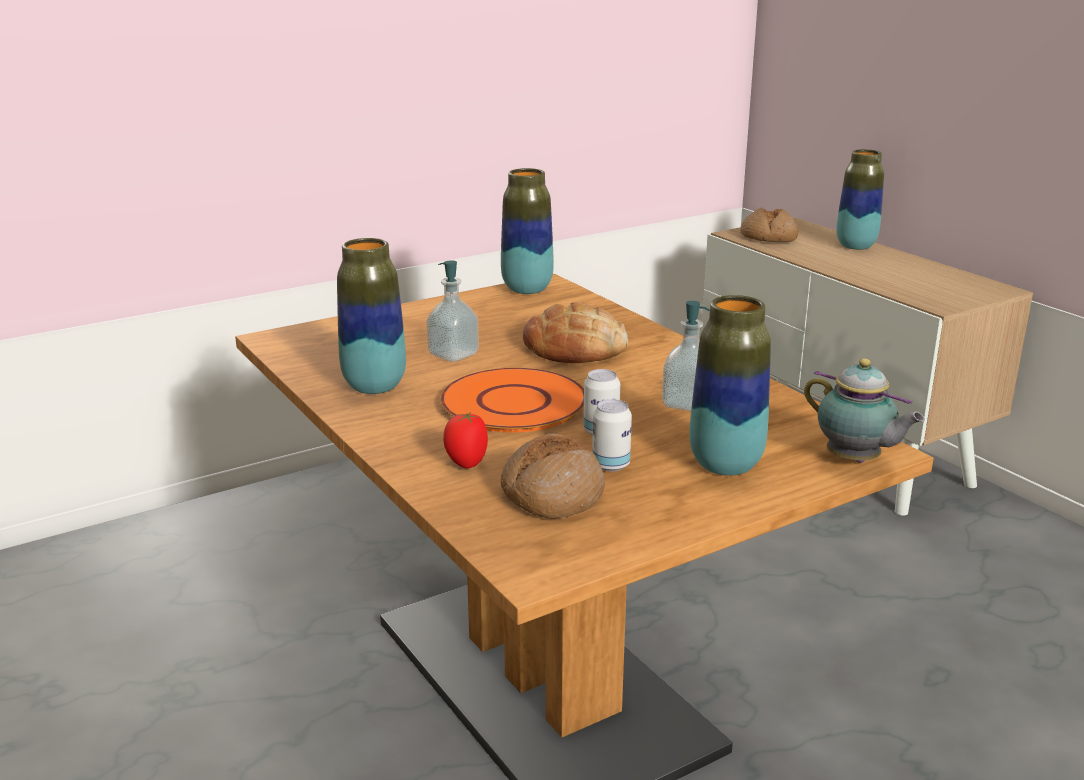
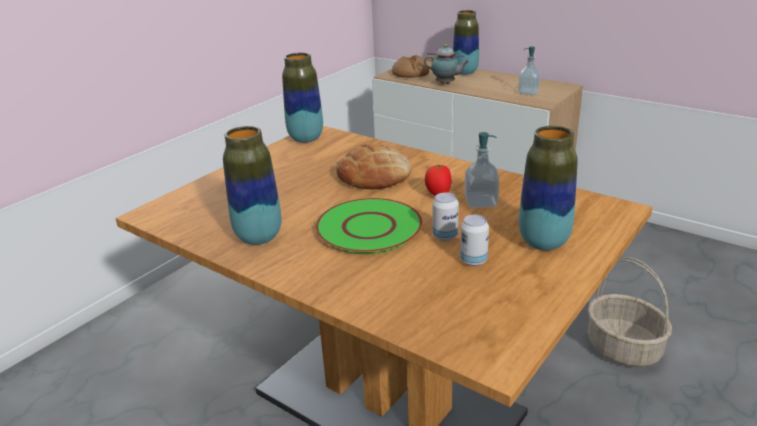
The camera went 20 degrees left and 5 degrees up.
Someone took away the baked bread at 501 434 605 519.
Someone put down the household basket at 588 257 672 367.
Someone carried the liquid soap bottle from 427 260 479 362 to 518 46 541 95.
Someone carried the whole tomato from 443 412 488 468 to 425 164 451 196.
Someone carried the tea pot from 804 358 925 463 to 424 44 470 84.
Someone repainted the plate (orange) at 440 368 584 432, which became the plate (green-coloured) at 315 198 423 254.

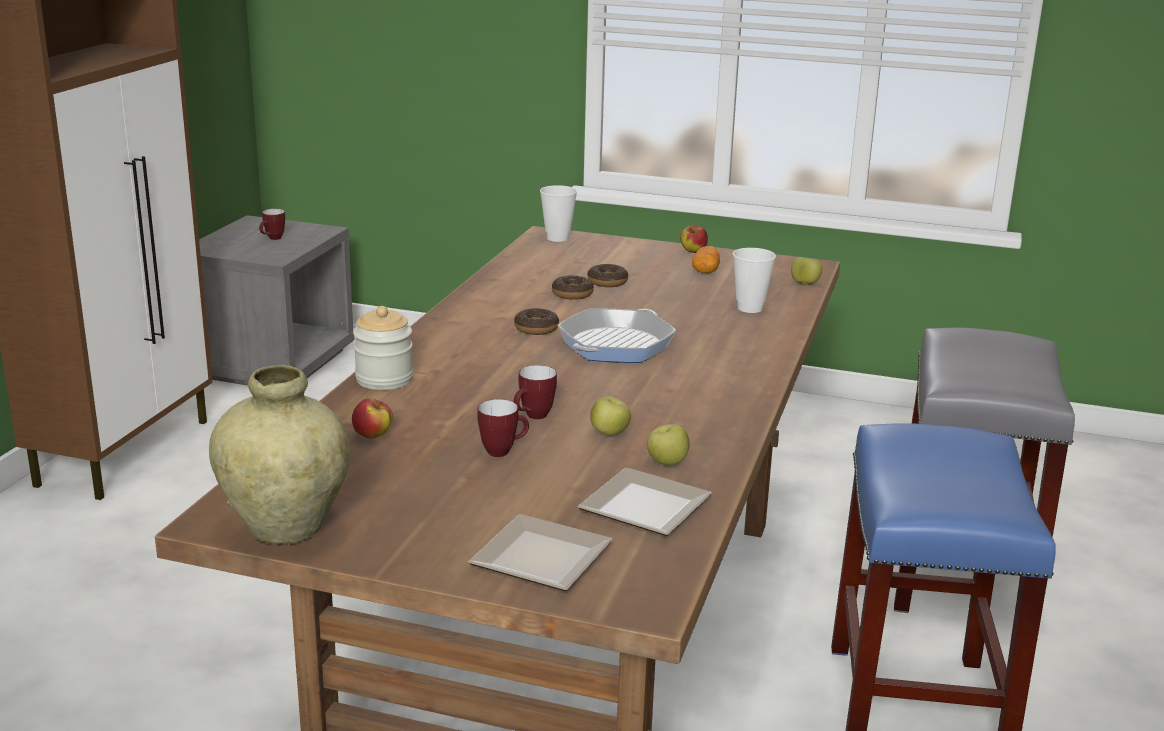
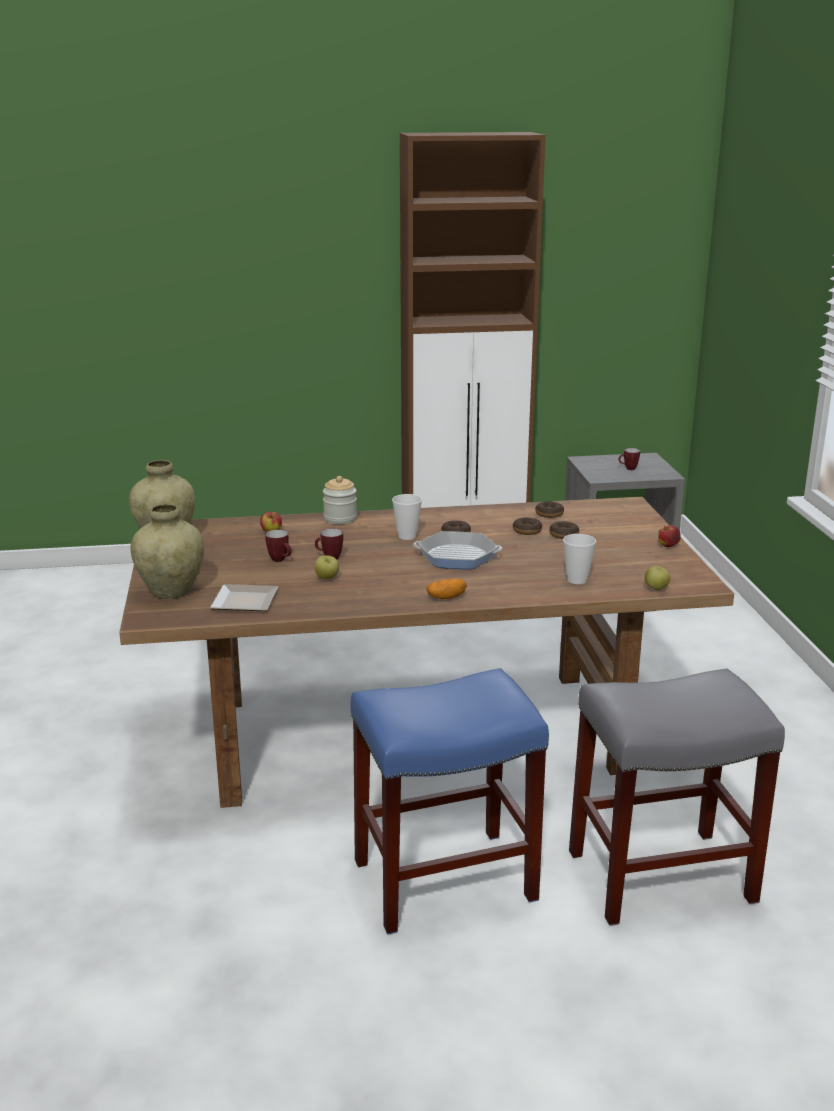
The camera went 65 degrees right and 0 degrees up.
Someone took away the whole apple at 647 424 689 465.
Someone put down the donut at 535 501 564 518.
Someone carried the cup from 540 185 577 242 to 392 494 422 540.
Someone carried the whole potato from 692 246 720 274 to 427 578 467 599.
Someone swapped the plate at 468 514 613 591 for the flower vase (beige) at 130 504 204 599.

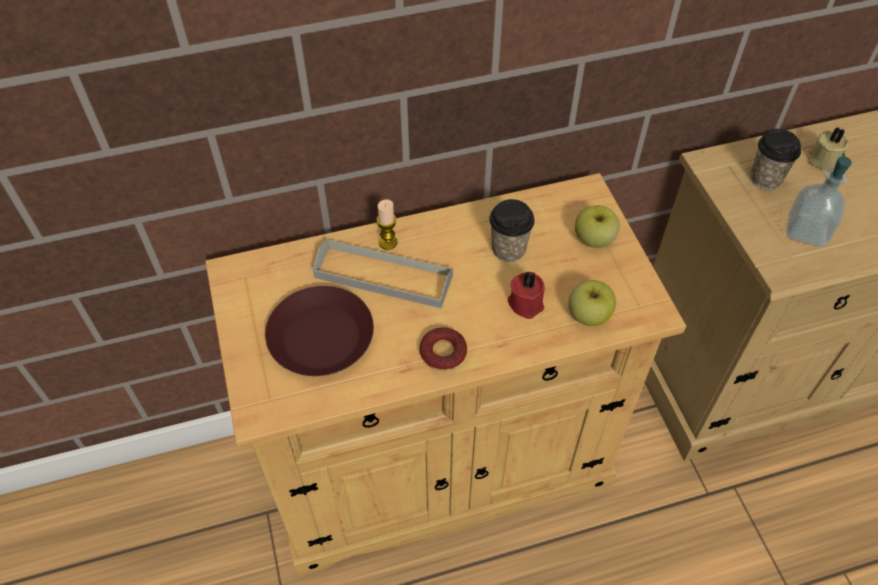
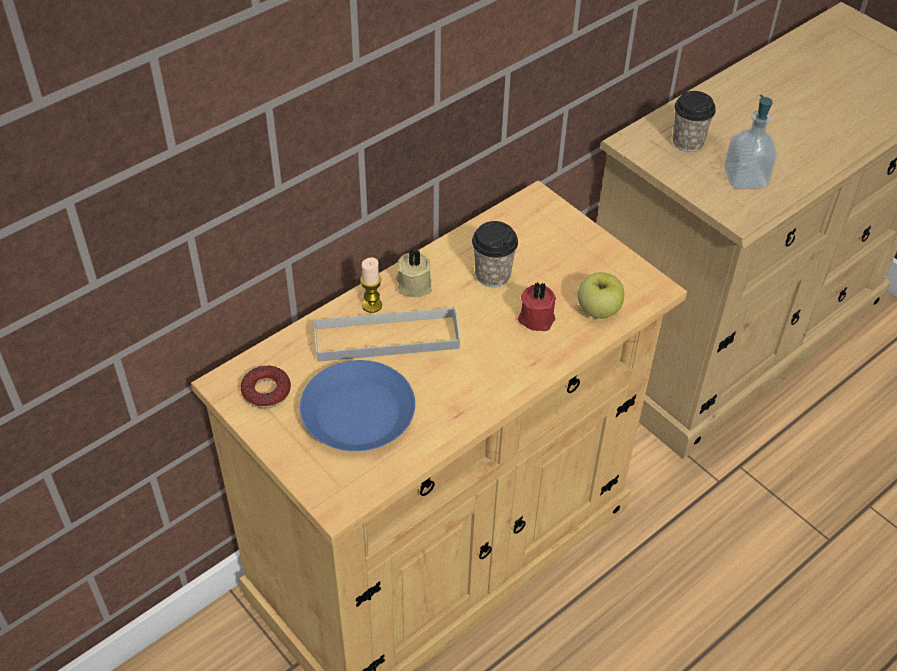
The camera went 25 degrees left and 5 degrees down.
Someone took away the whole apple at 575 205 620 248.
Someone carried the donut from 419 327 467 371 to 241 365 291 408.
Someone carried the candle (beige) from 809 127 849 171 to 396 249 432 297.
Someone repainted the plate (brown-coloured) at 265 286 374 376, which became the plate (bluish) at 300 360 415 451.

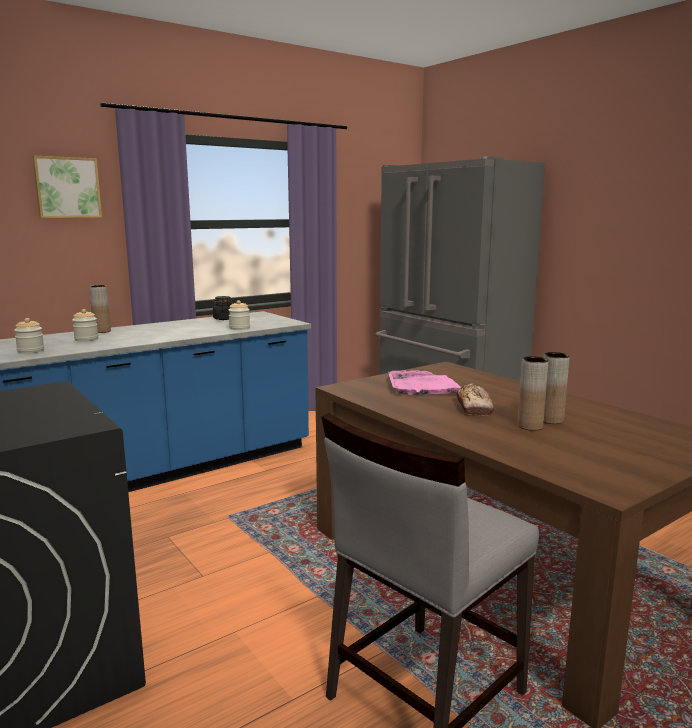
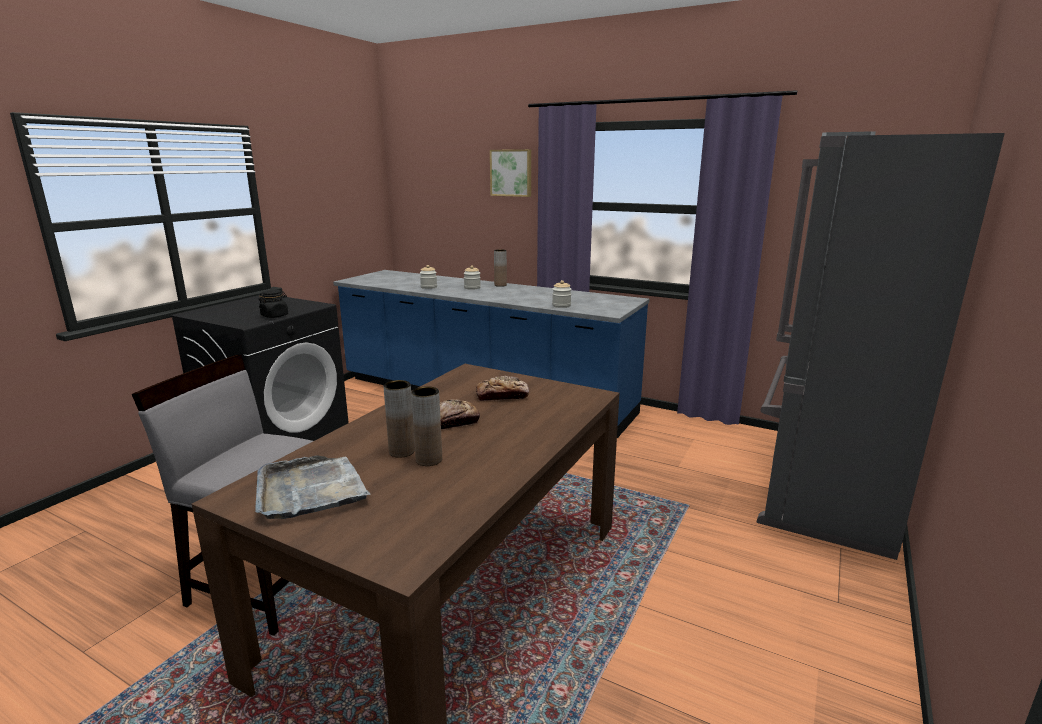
The camera went 65 degrees right and 5 degrees up.
Someone put down the tray (greyish) at 255 456 371 519.
Someone carried the jar (blackish) from 213 296 232 320 to 259 290 288 318.
Someone swapped the tray (pinkish) at 388 370 461 395 for the baked bread at 476 376 529 401.

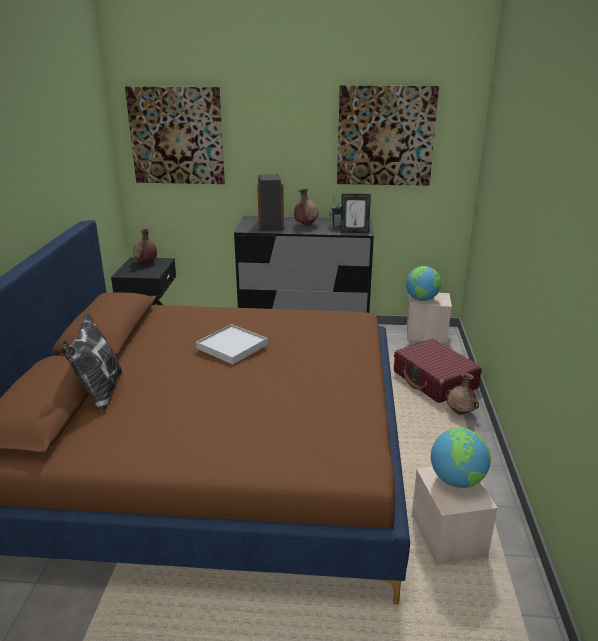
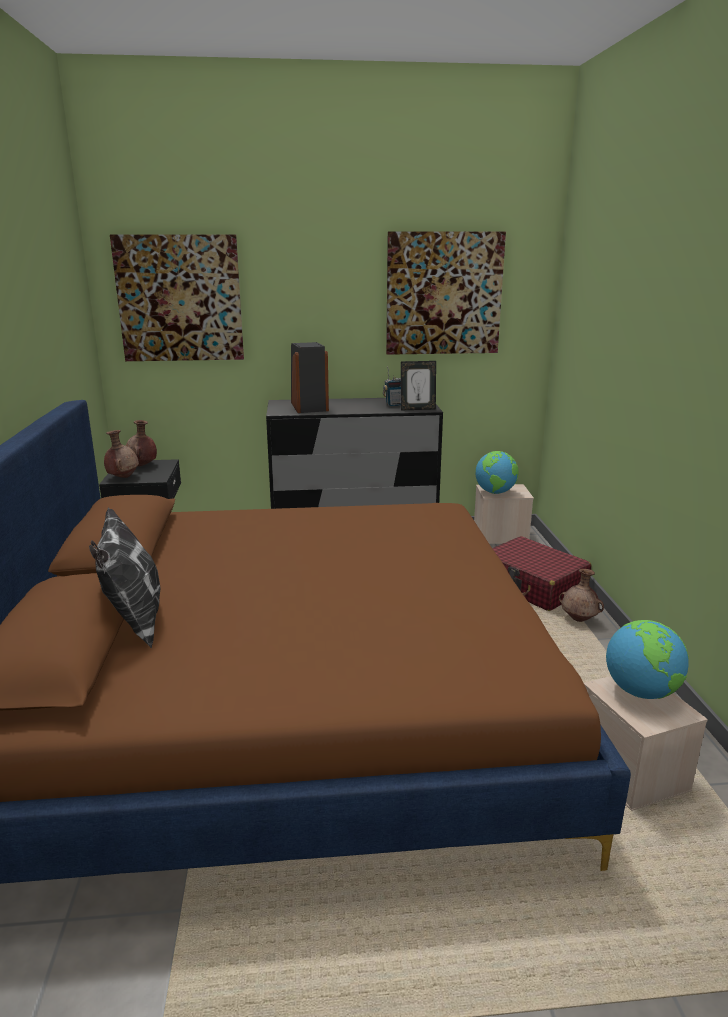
The camera went 10 degrees left and 5 degrees down.
Someone took away the tray (whitish) at 196 324 268 364.
Someone carried the flower vase (brown-coloured) from 294 188 319 225 to 104 430 139 478.

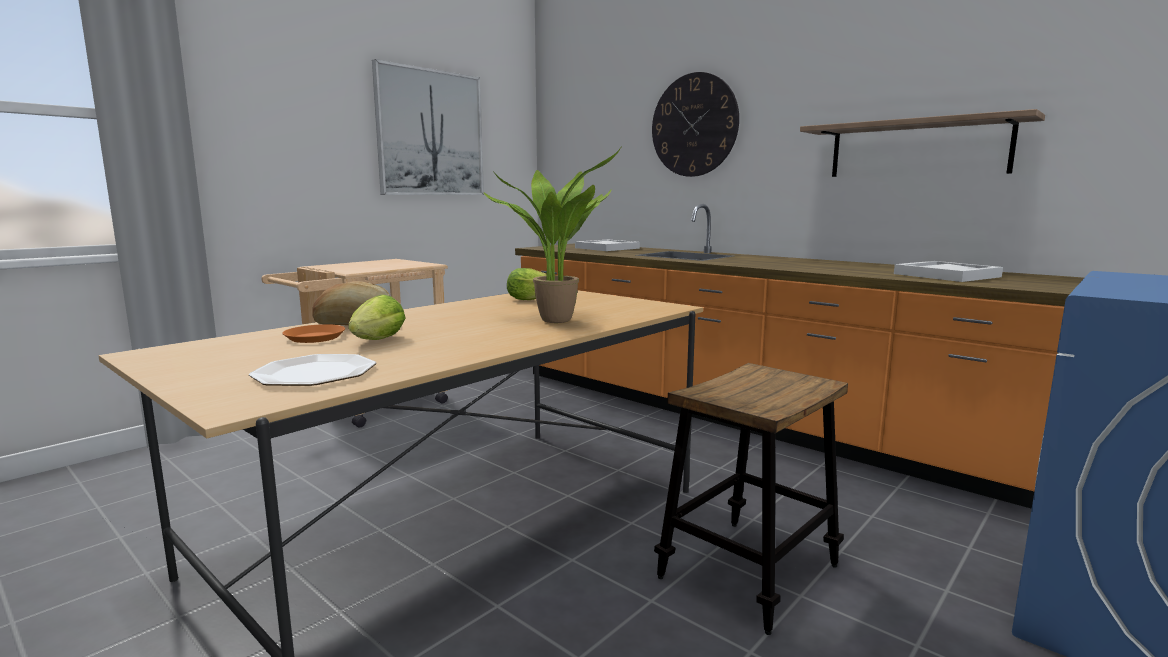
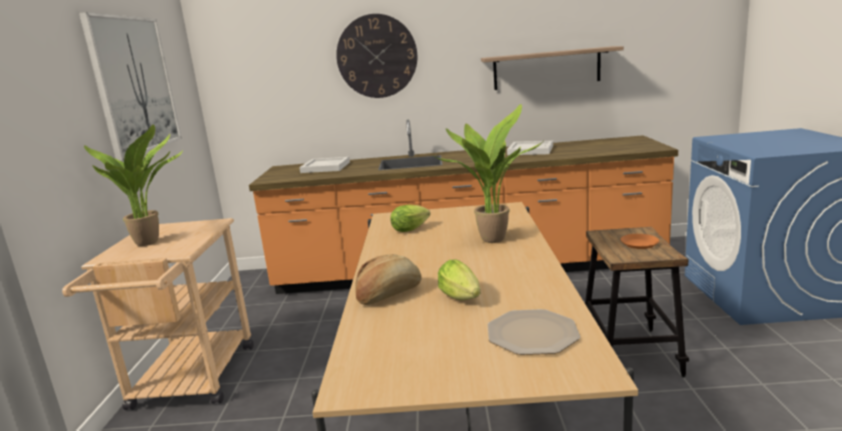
The camera went 40 degrees left and 5 degrees up.
Someone put down the plant in a pot at 84 125 183 246.
Someone carried the plate (orange) from 282 324 345 343 to 620 234 659 249.
Someone carried the tray (whitish) from 894 261 1003 282 to 507 141 553 155.

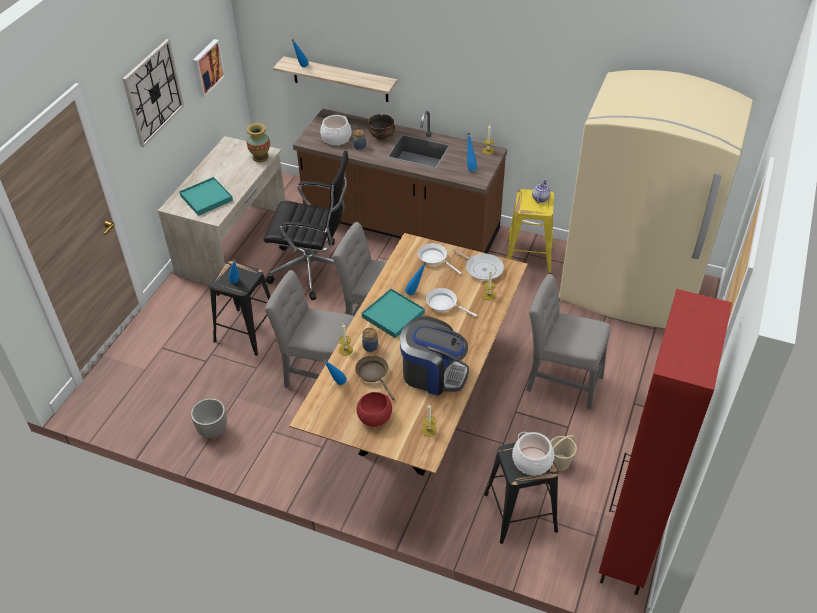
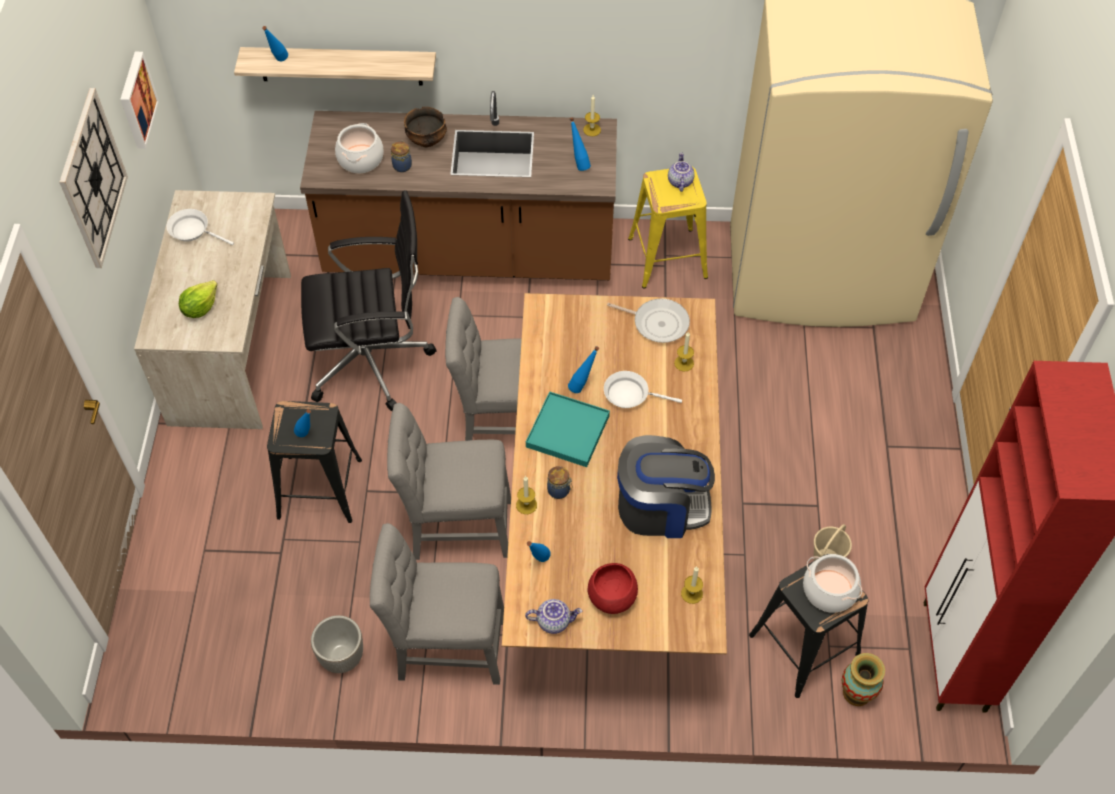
The camera went 20 degrees left and 10 degrees up.
Someone took away the skillet (brown-coloured) at 355 355 395 400.
Someone put down the tea pot at 525 599 582 634.
Someone carried the flower vase from 246 123 270 162 to 841 653 885 706.
Someone carried the skillet (whitish) from 418 243 461 274 to 166 209 234 245.
Someone carried the upright chair (greyish) from 526 274 611 410 to 370 523 504 685.
Someone swapped the tray (turquoise-coloured) at 179 177 233 216 for the lettuce head at 179 280 218 318.

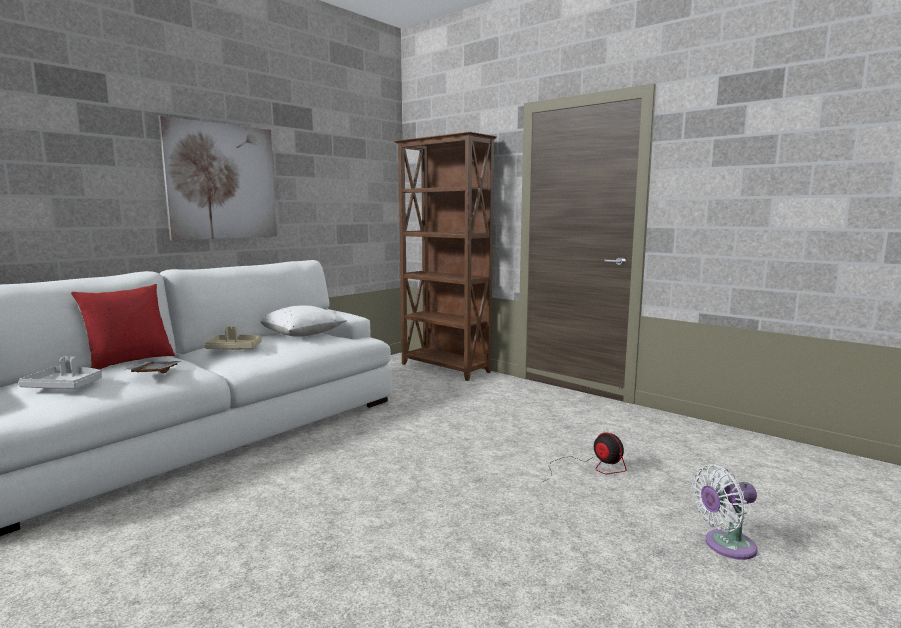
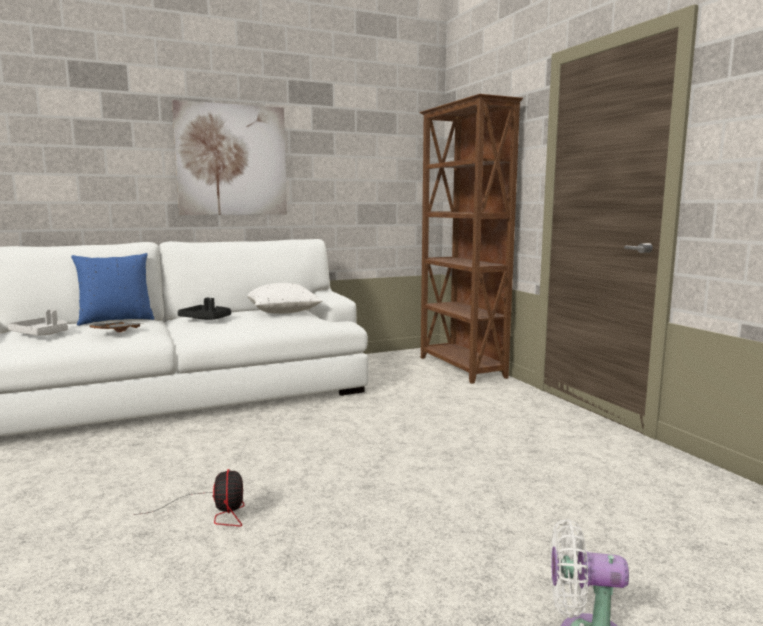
The camera went 25 degrees right and 0 degrees up.
Someone carried the cooling fan from 543 433 626 482 to 133 469 244 527.
Someone repainted the throw pillow (red-coloured) at 71 284 175 369, which became the throw pillow (bluish) at 71 253 154 326.
Someone repainted the tray (beige) at 205 327 262 350, which became the tray (blackish) at 178 298 231 320.

